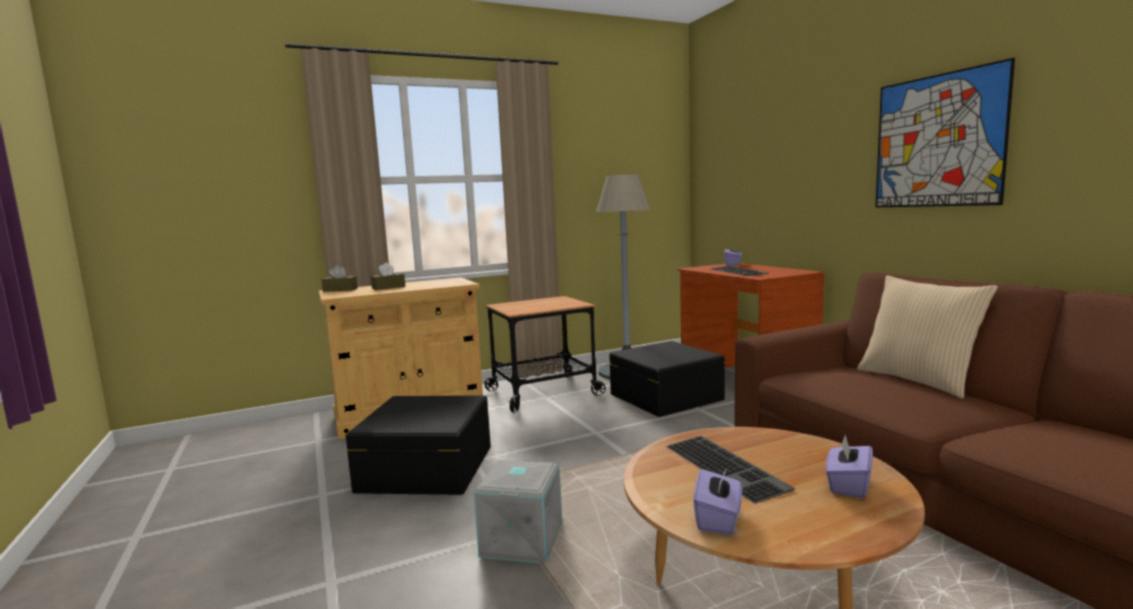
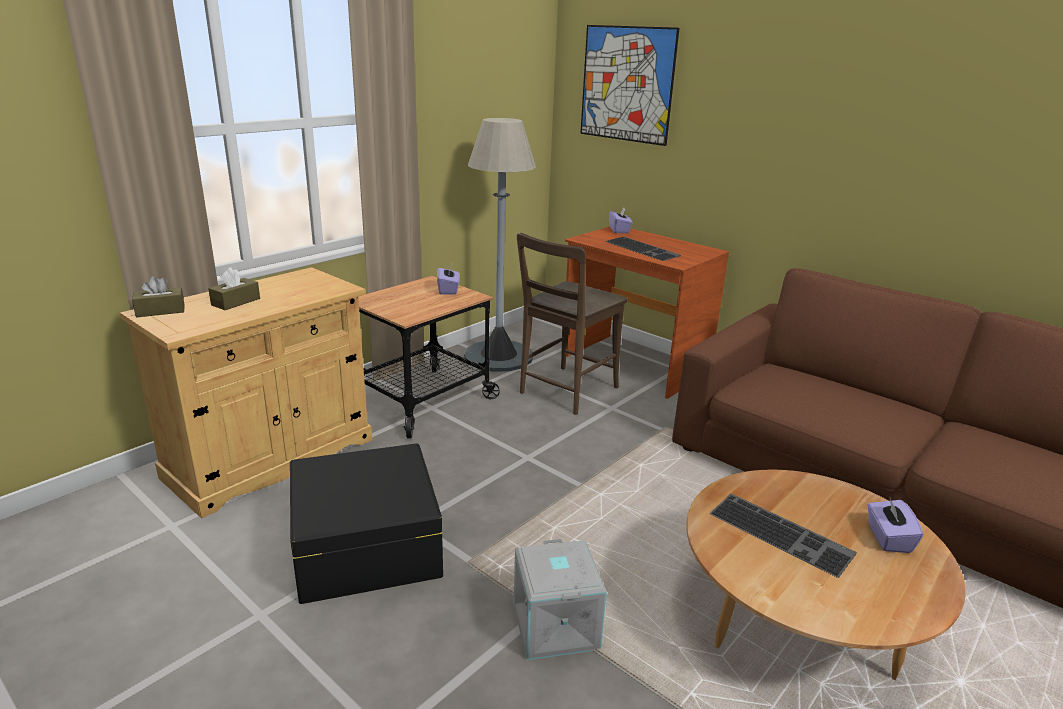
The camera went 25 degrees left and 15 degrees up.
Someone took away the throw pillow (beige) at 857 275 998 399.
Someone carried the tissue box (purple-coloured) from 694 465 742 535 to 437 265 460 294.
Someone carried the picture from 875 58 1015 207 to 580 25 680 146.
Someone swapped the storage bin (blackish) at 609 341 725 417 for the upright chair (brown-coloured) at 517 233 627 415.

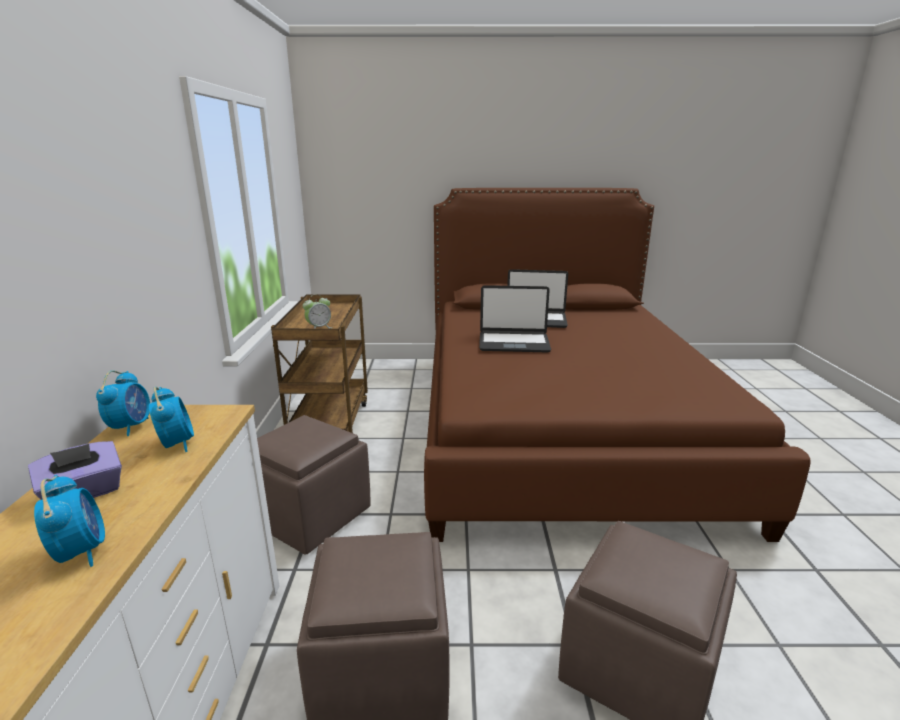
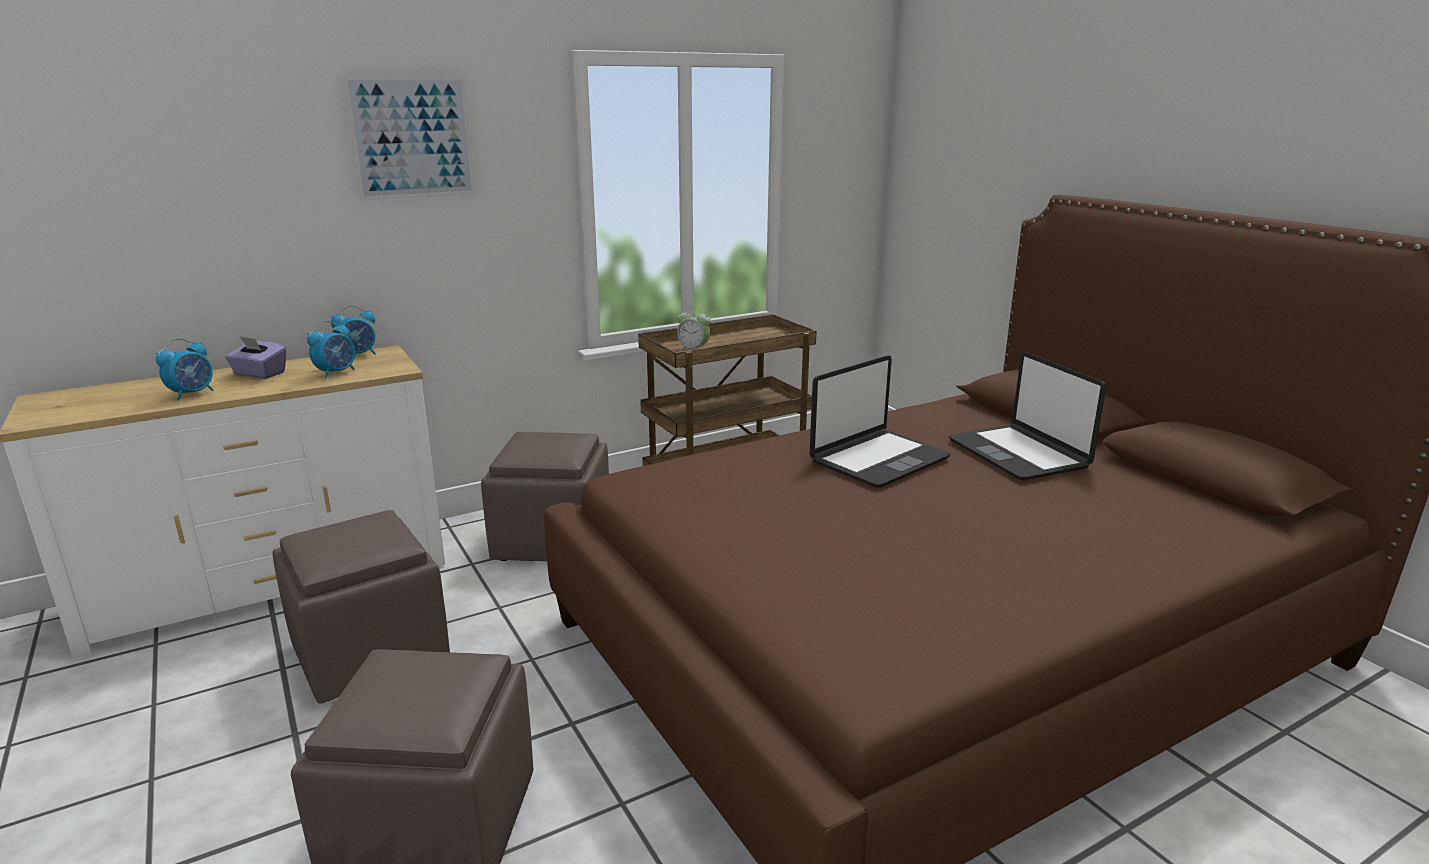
The camera went 60 degrees right and 0 degrees up.
Someone put up the picture at 342 76 476 201.
Someone rotated the notebook computer at 479 285 551 352 by 105 degrees counterclockwise.

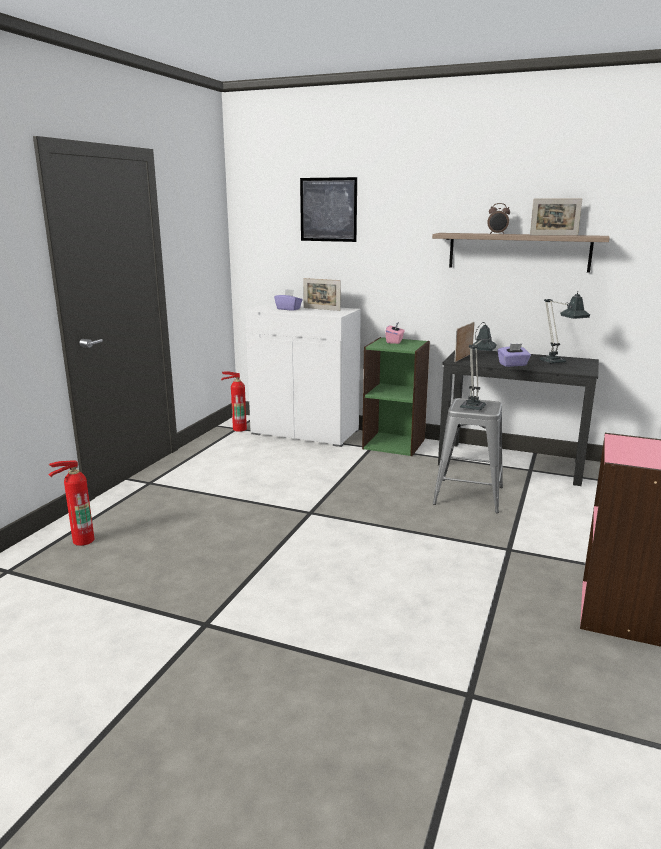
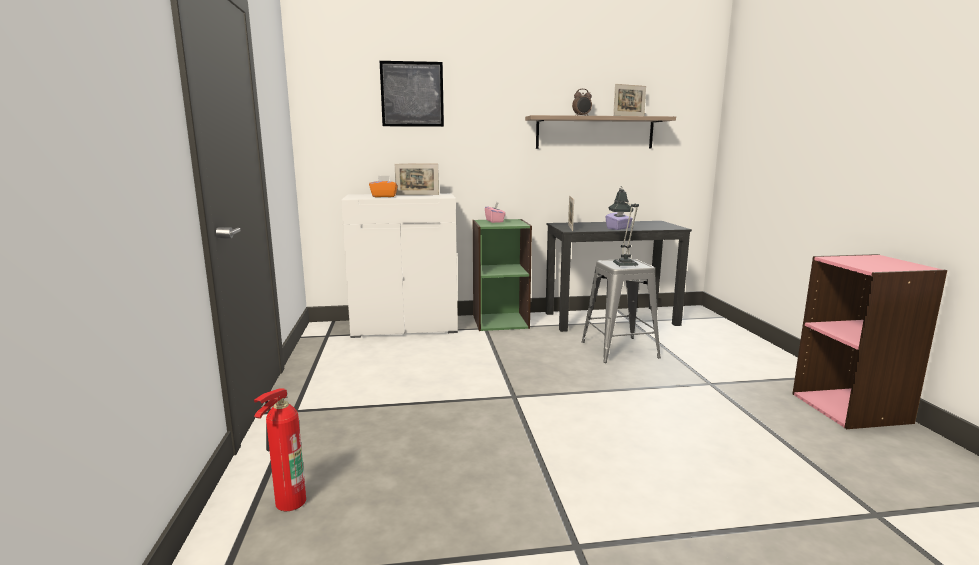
The camera went 30 degrees left and 5 degrees down.
Someone took away the extinguisher at 221 371 247 432.
Someone took away the lamp for a table at 539 292 590 364.
Someone repainted the tissue box (purple-coloured) at 274 289 302 311, which became the tissue box (orange) at 369 176 398 197.

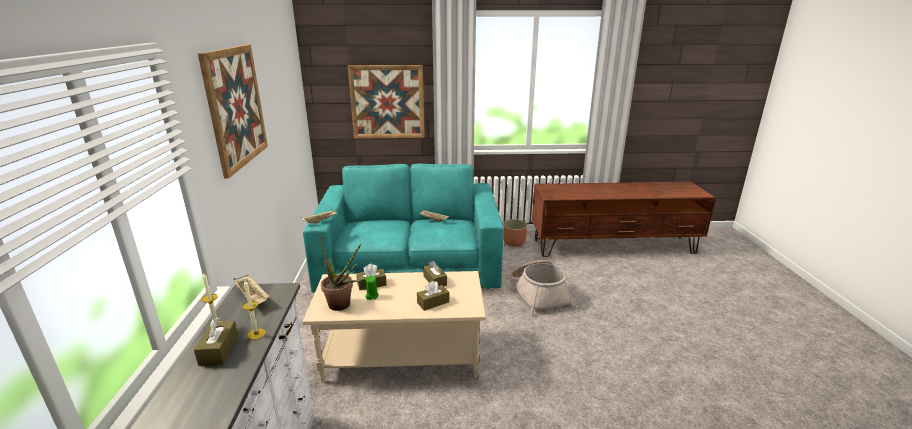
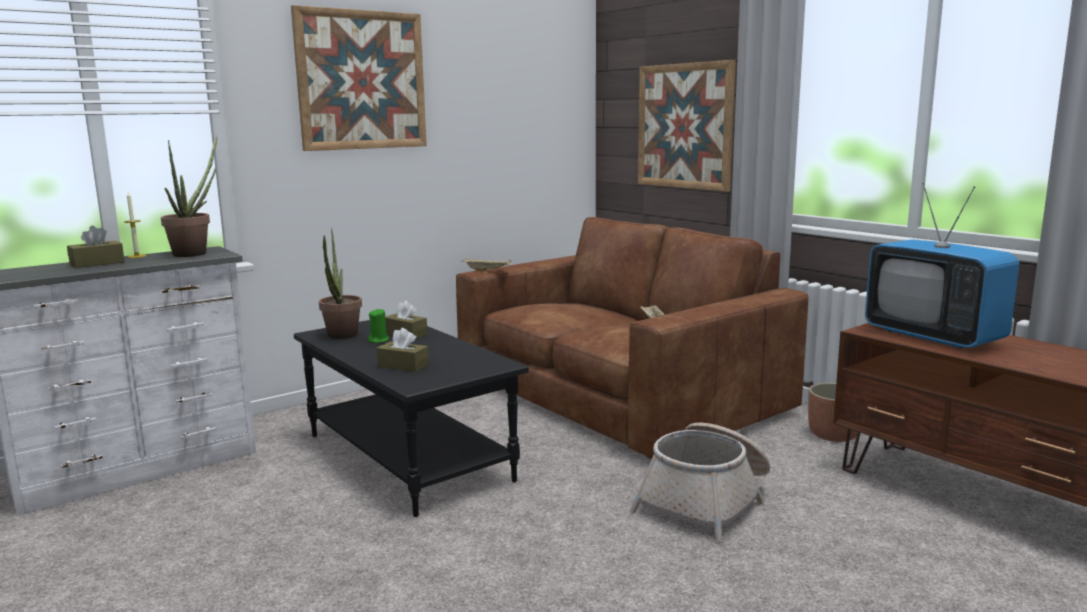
The camera went 55 degrees right and 10 degrees down.
Someone took away the candle at 242 280 266 340.
Someone took away the tissue box (brown-coloured) at 423 261 447 286.
Someone put down the television at 865 183 1019 349.
Someone swapped the tray (beige) at 233 275 270 304 for the plant in a pot at 161 135 217 257.
Someone repainted the settee (turquoise-coloured) at 303 164 504 292, which became the settee (brown-coloured) at 456 217 809 459.
Someone repainted the low table (beige) at 303 271 486 383, which became the low table (blackish) at 294 320 529 517.

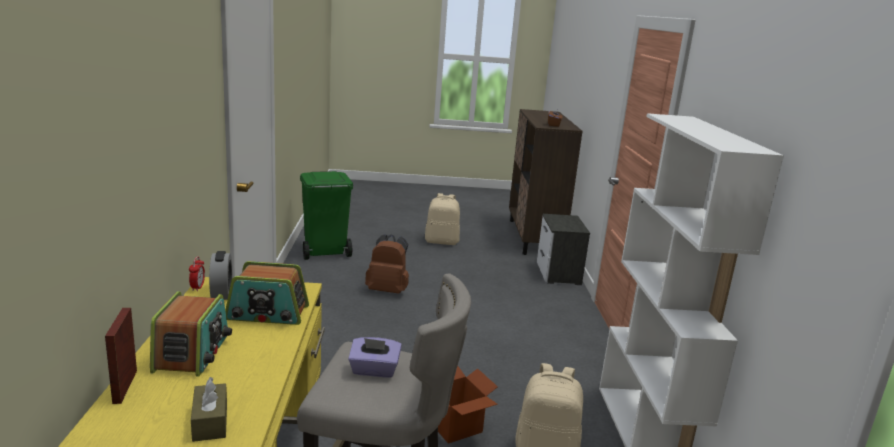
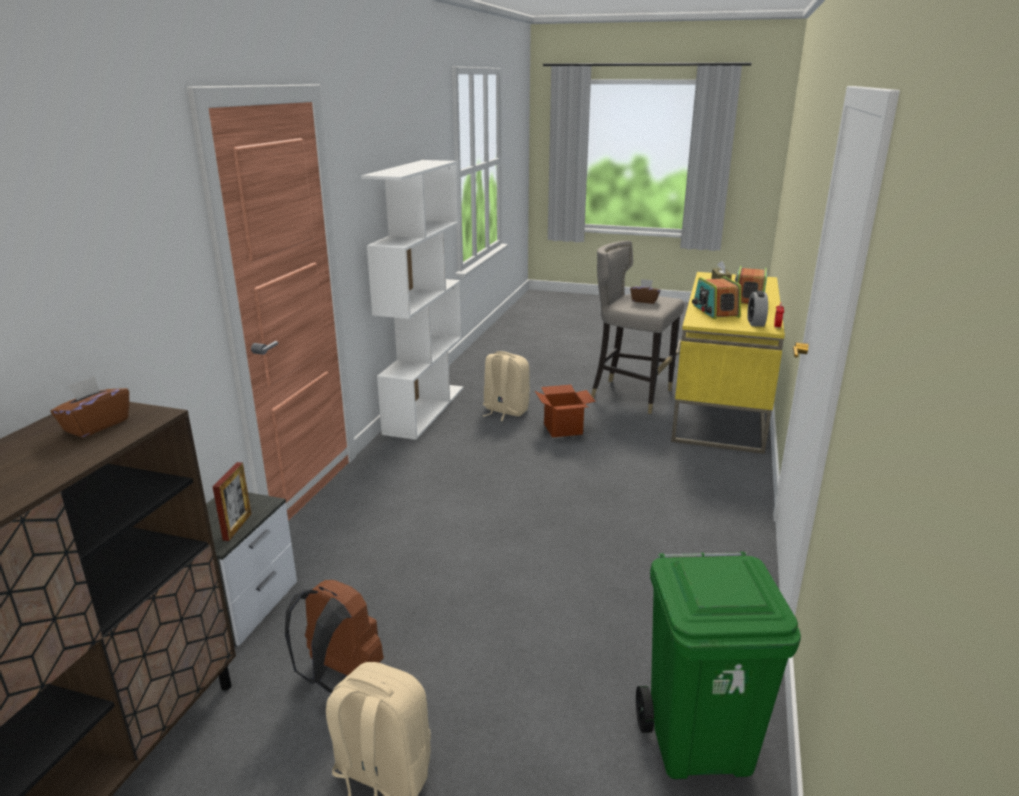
The camera went 160 degrees left and 5 degrees up.
Someone carried the standing frame from 105 308 137 404 to 212 462 251 541.
Someone carried the knapsack (brown-coloured) from 365 234 409 294 to 285 580 384 693.
Someone repainted the tissue box (purple-coloured) at 348 337 402 378, which became the tissue box (brown-coloured) at 630 279 661 304.
Someone rotated the radio set at 225 261 309 325 by 120 degrees counterclockwise.

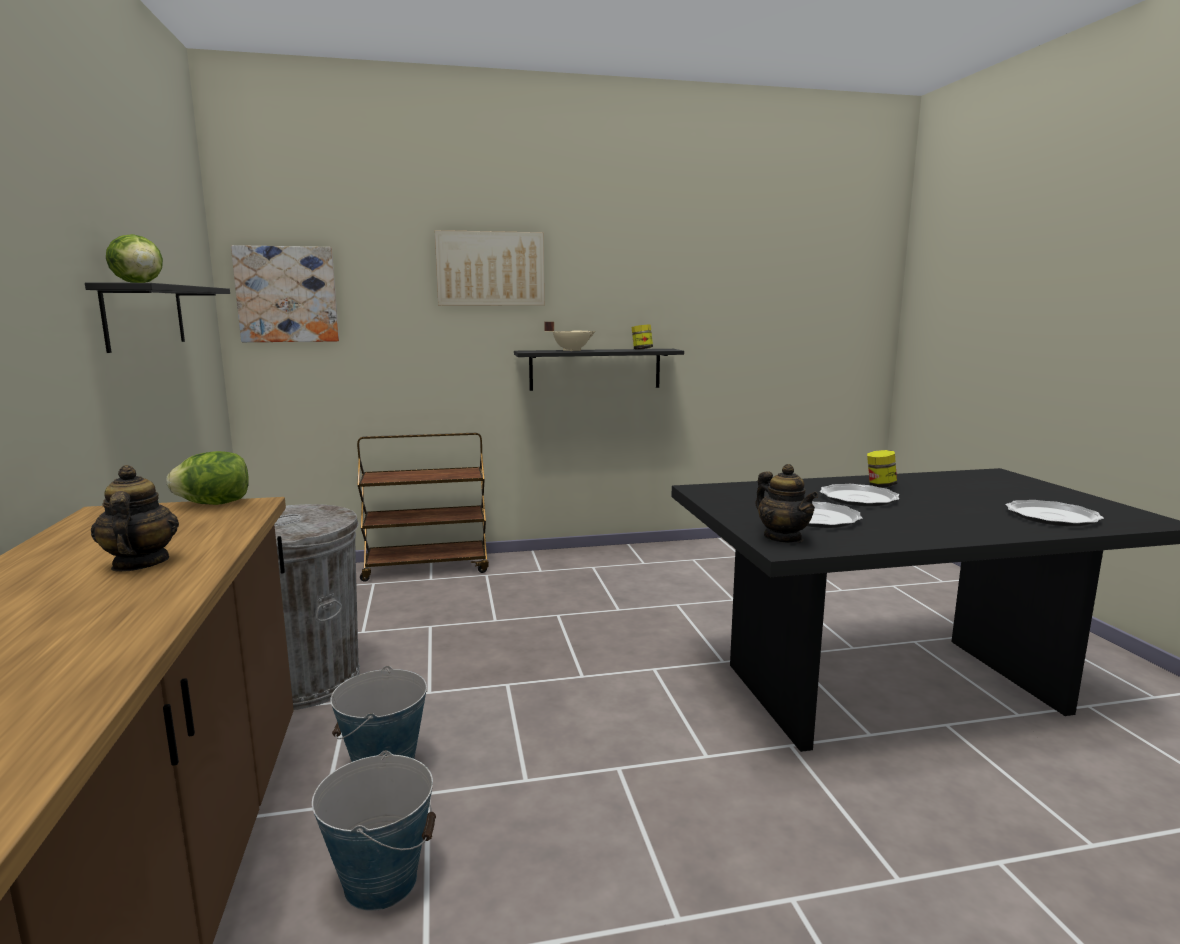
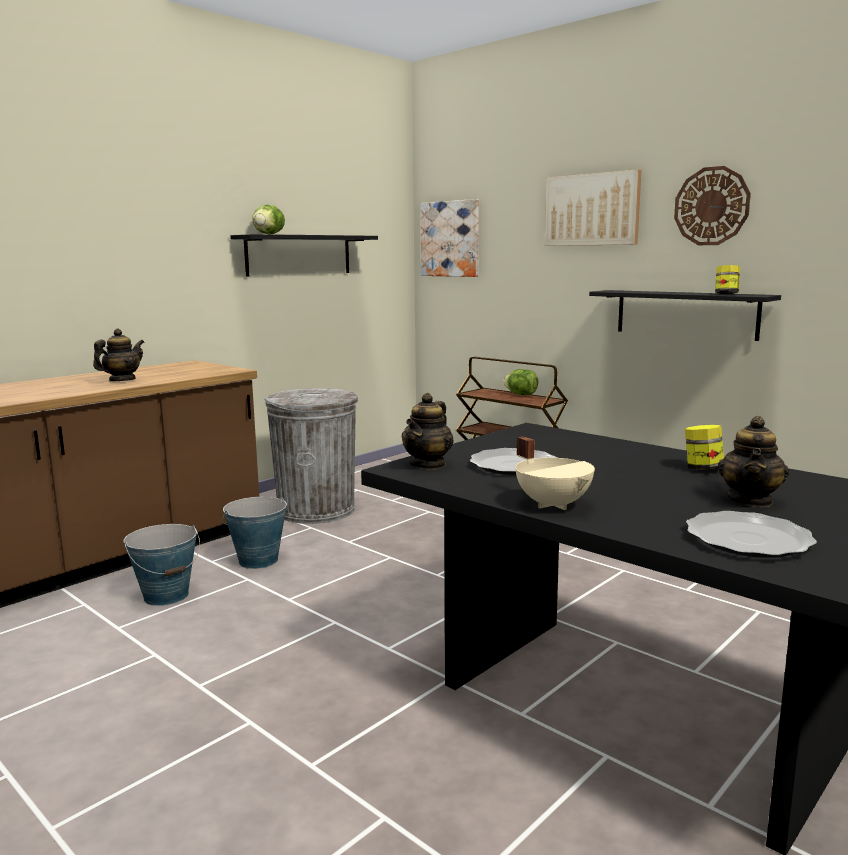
The camera went 55 degrees right and 0 degrees up.
Someone took away the plate at 820 484 899 506.
Someone put up the wall clock at 674 166 751 245.
Someone put down the tea pot at 718 416 789 507.
Someone carried the lettuce head from 167 451 249 505 to 503 369 538 395.
Someone carried the saucepot (beige) from 544 322 596 351 to 515 436 595 510.

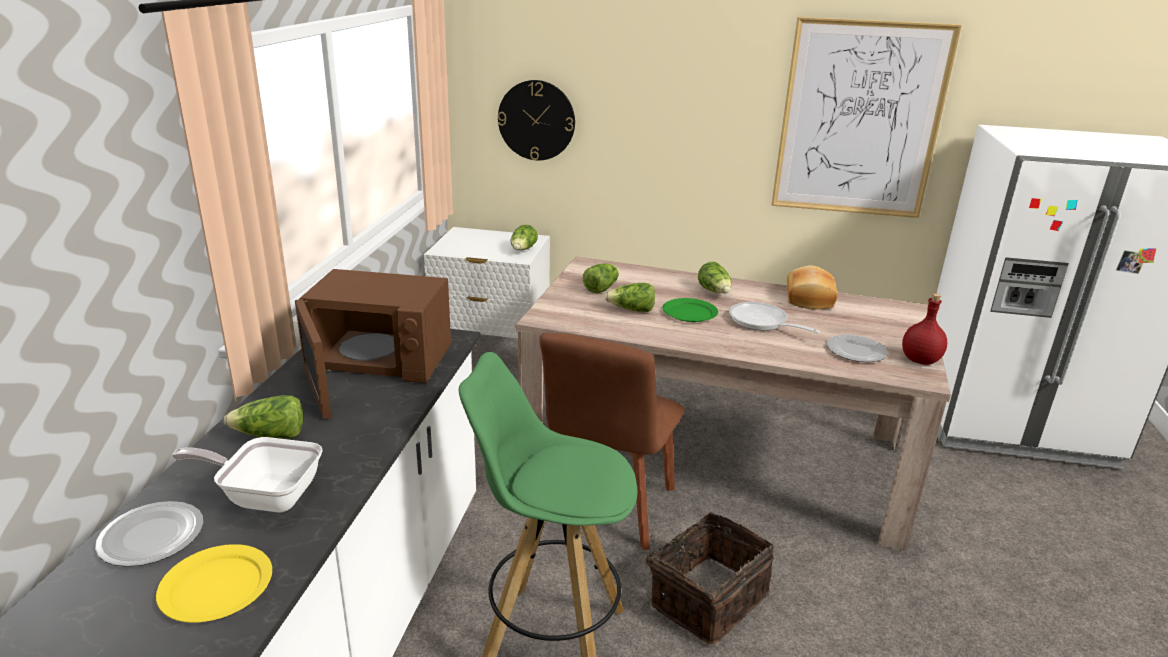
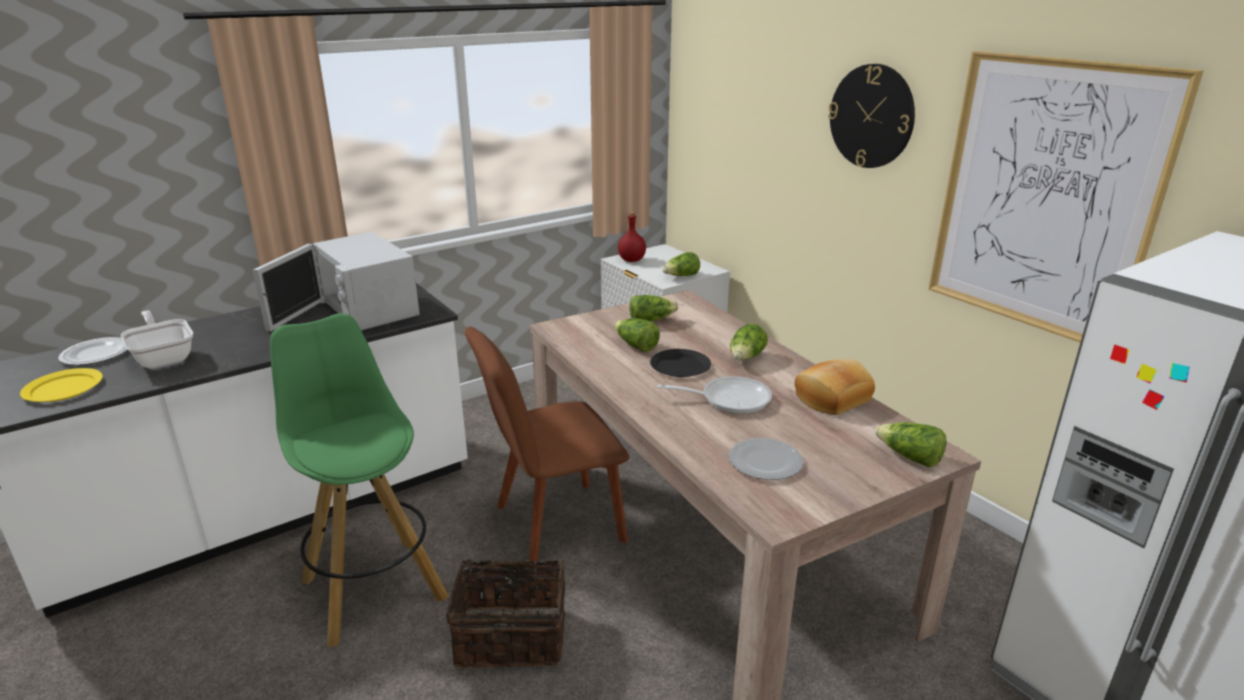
The camera went 45 degrees right and 0 degrees up.
Someone carried the lettuce head from 224 395 303 439 to 875 422 946 467.
Someone carried the wall clock from 498 80 575 161 to 828 64 915 168.
Someone carried the beverage bottle (red-coloured) from 902 293 947 365 to 618 212 646 262.
Someone repainted the microwave oven (brown-coloured) at 295 269 451 419, which became the microwave oven (whitish) at 252 232 420 332.
Someone repainted the plate (green-coloured) at 663 298 718 322, which became the plate (blackish) at 650 349 711 377.
Someone rotated the skillet at 729 302 821 333 by 90 degrees clockwise.

